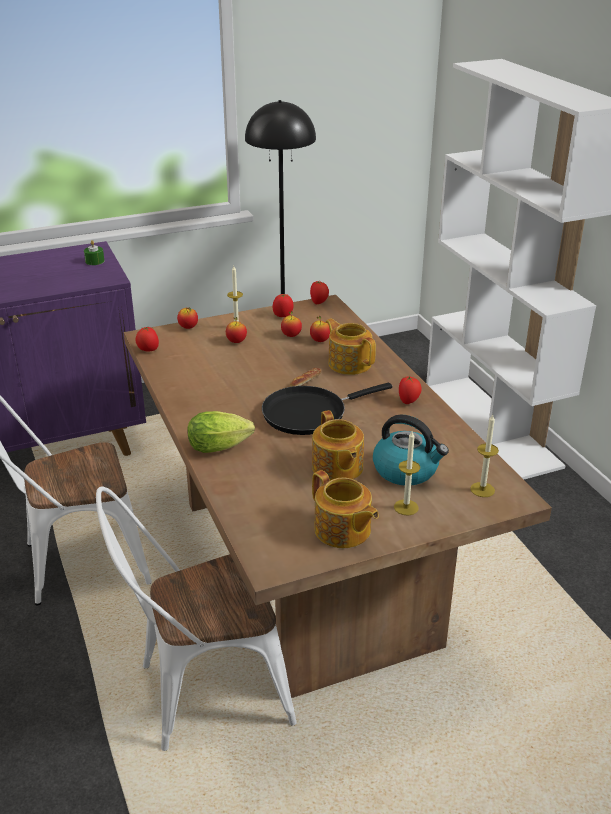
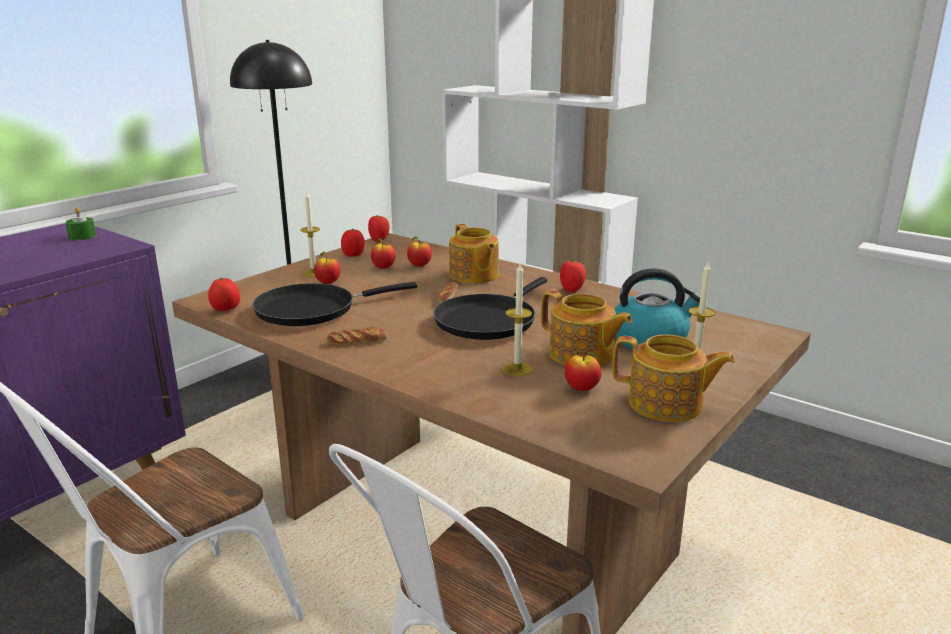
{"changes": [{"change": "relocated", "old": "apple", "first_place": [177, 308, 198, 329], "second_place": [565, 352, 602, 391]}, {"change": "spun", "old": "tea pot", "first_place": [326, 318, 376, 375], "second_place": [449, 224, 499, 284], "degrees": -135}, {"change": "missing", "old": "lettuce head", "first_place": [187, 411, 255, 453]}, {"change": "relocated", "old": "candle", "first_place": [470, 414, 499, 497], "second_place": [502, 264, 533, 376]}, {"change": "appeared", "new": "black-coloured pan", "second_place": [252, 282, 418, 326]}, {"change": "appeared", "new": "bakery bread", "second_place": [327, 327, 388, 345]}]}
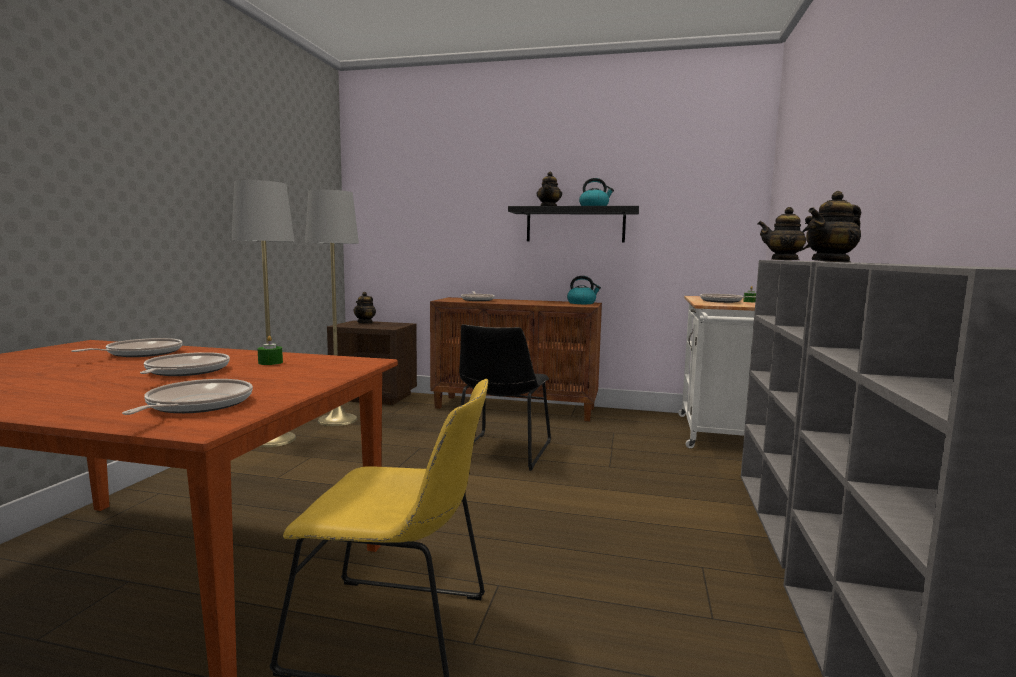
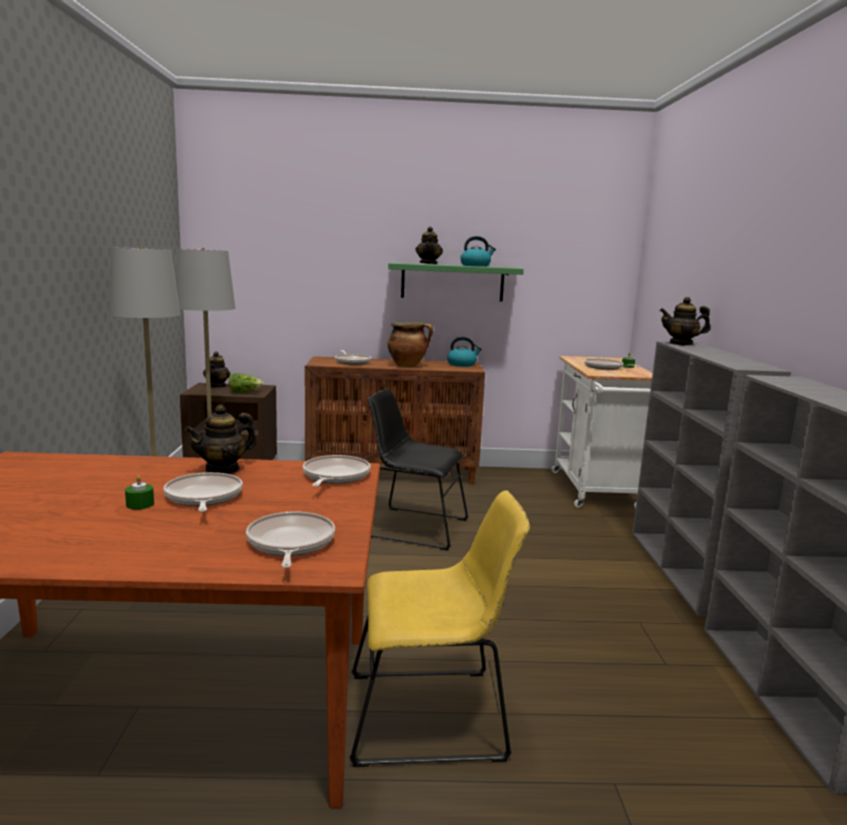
{"changes": [{"change": "relocated", "old": "tea pot", "first_place": [806, 191, 861, 262], "second_place": [184, 405, 257, 474]}, {"change": "colour", "old": "black-coloured bracket shelf", "new": "green-coloured bracket shelf", "first_place": [508, 206, 639, 243], "second_place": [388, 263, 524, 302]}, {"change": "spun", "old": "black-coloured upright chair", "first_place": [459, 324, 551, 471], "second_place": [367, 388, 469, 551], "degrees": 105}, {"change": "relocated", "old": "green-coloured candle", "first_place": [258, 336, 283, 365], "second_place": [125, 475, 154, 510]}, {"change": "relocated", "old": "pan", "first_place": [71, 338, 183, 357], "second_place": [303, 455, 371, 487]}, {"change": "appeared", "new": "stockpot", "second_place": [388, 322, 433, 367]}, {"change": "appeared", "new": "lettuce head", "second_place": [229, 373, 264, 393]}]}
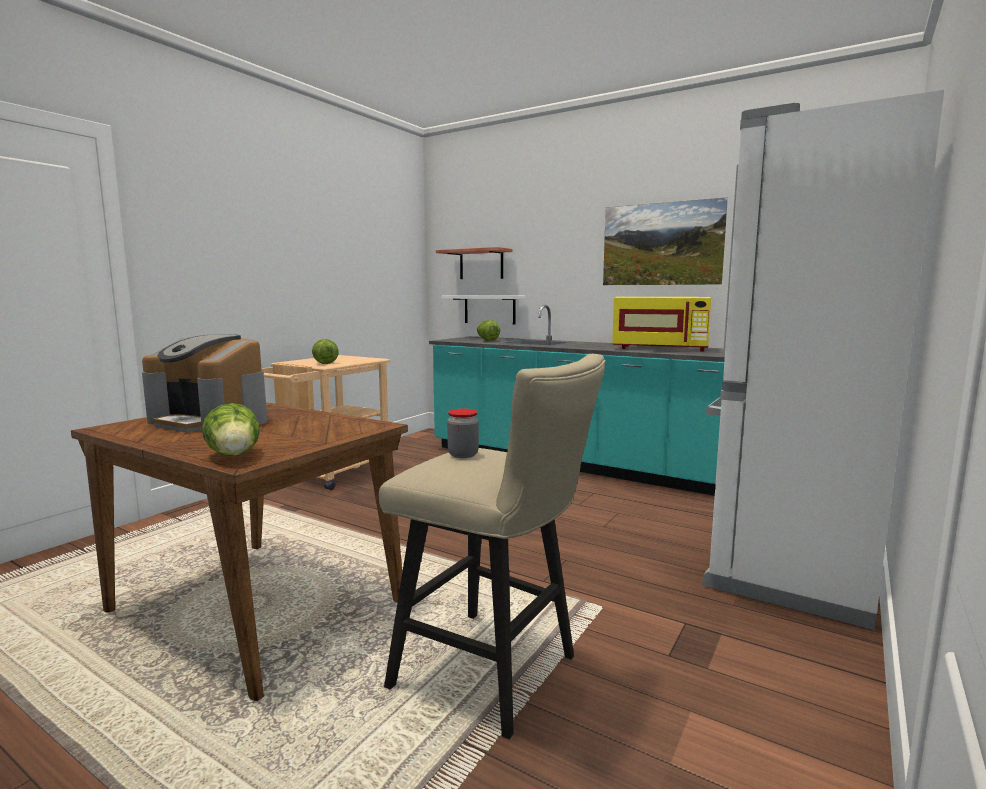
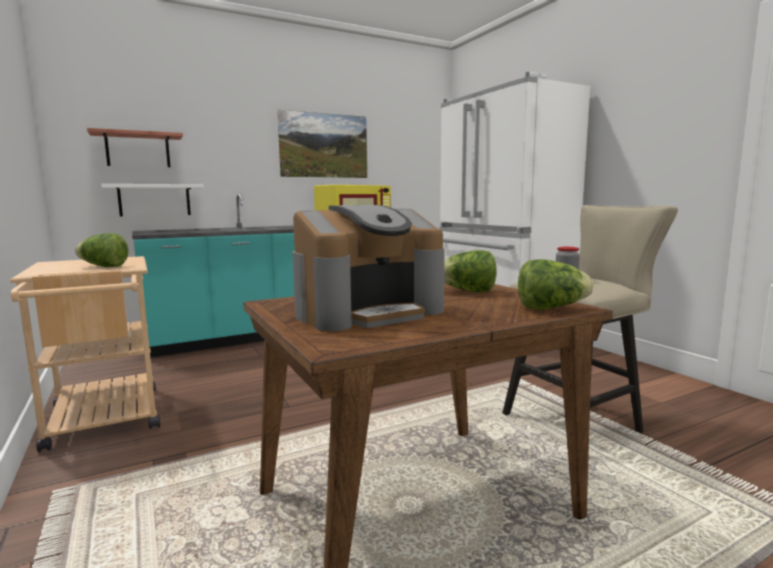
{"changes": [{"change": "relocated", "old": "lettuce head", "first_place": [477, 320, 500, 341], "second_place": [444, 250, 497, 292]}]}
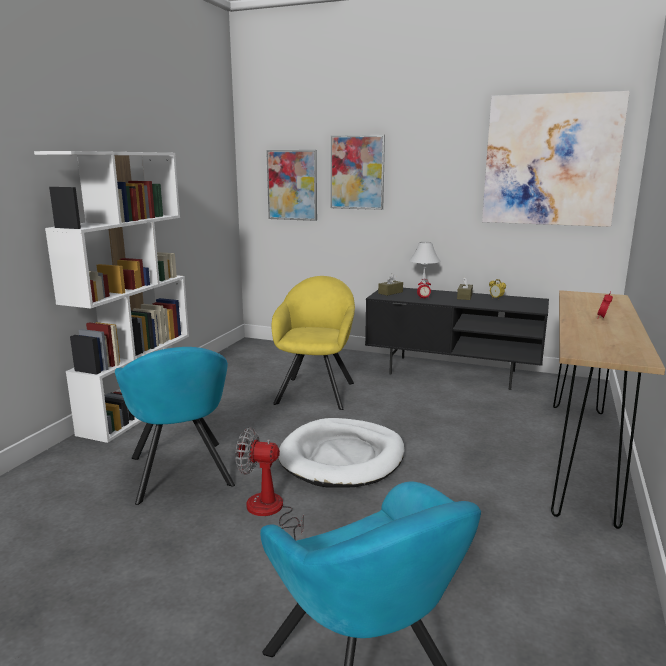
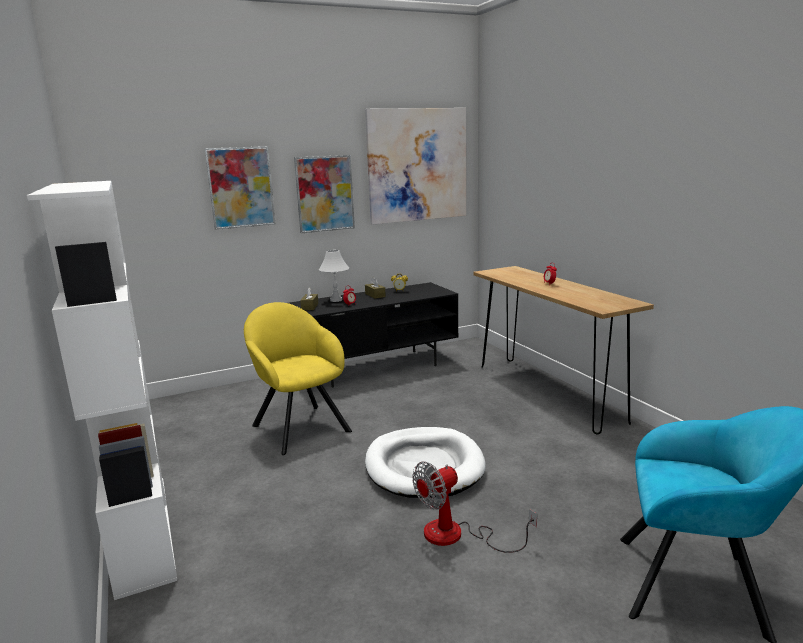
{"changes": [{"change": "relocated", "old": "wall art", "first_place": [266, 150, 317, 221], "second_place": [294, 155, 355, 233]}, {"change": "missing", "old": "turquoise-coloured armchair", "first_place": [115, 347, 235, 505]}]}
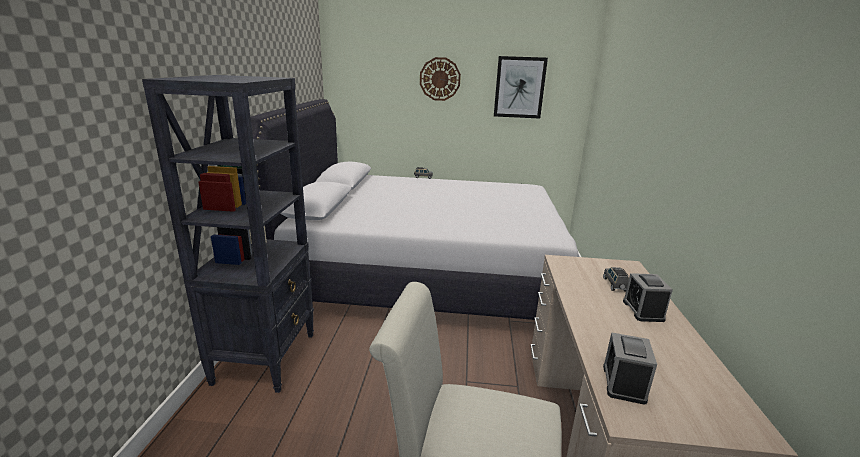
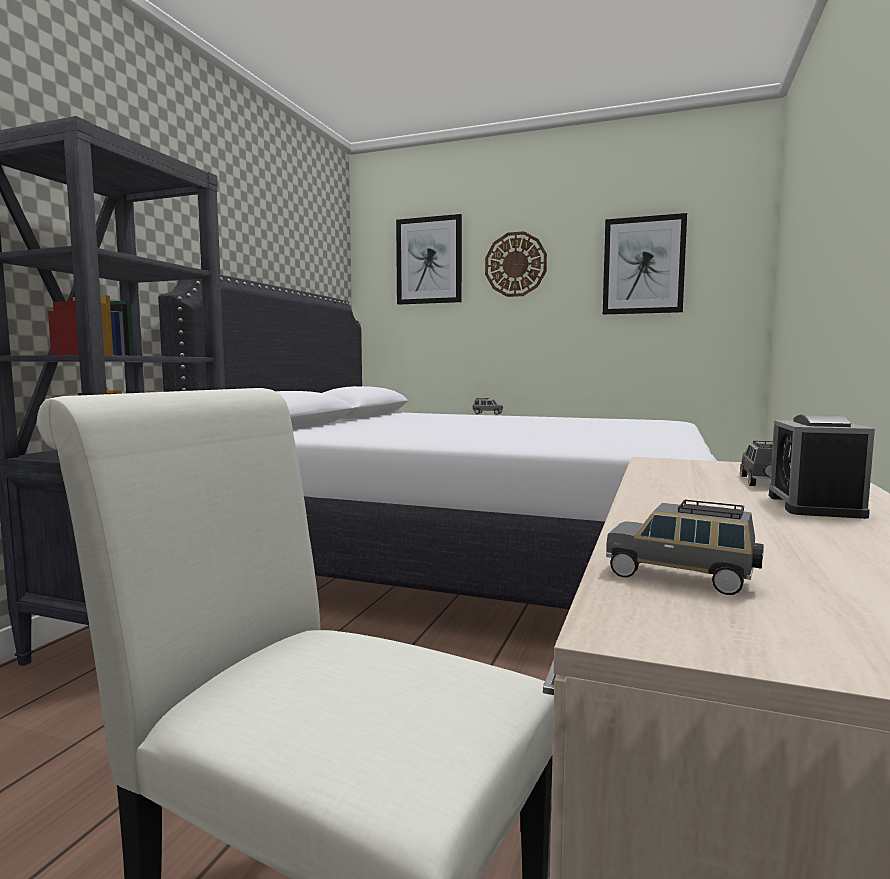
{"changes": [{"change": "exchanged", "old": "bedside clock", "new": "greyish toy car", "first_place": [603, 332, 657, 405], "second_place": [606, 500, 764, 595]}, {"change": "appeared", "new": "wall art", "second_place": [396, 214, 462, 304]}]}
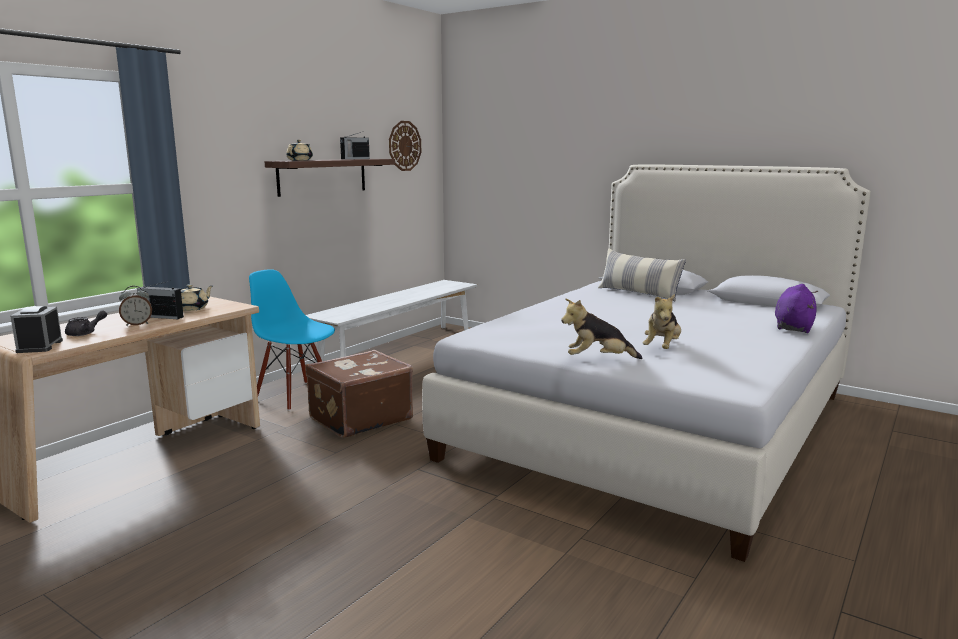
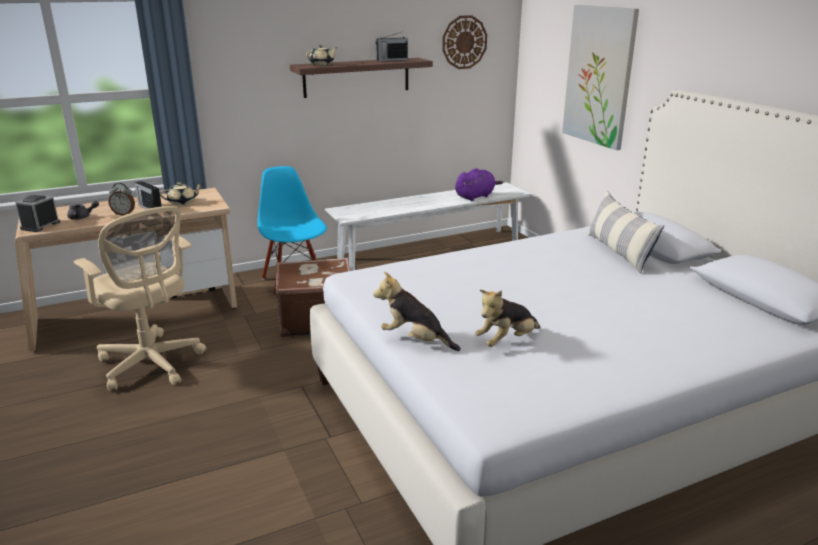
{"changes": [{"change": "relocated", "old": "purple cuddly toy", "first_place": [775, 284, 818, 333], "second_place": [455, 168, 503, 201]}, {"change": "appeared", "new": "wall art", "second_place": [562, 5, 639, 150]}, {"change": "appeared", "new": "sand-coloured office chair", "second_place": [74, 206, 206, 391]}]}
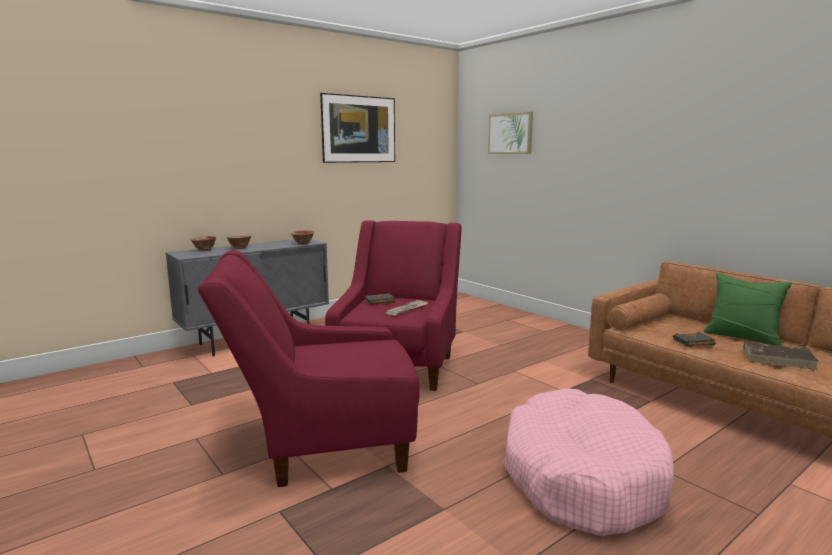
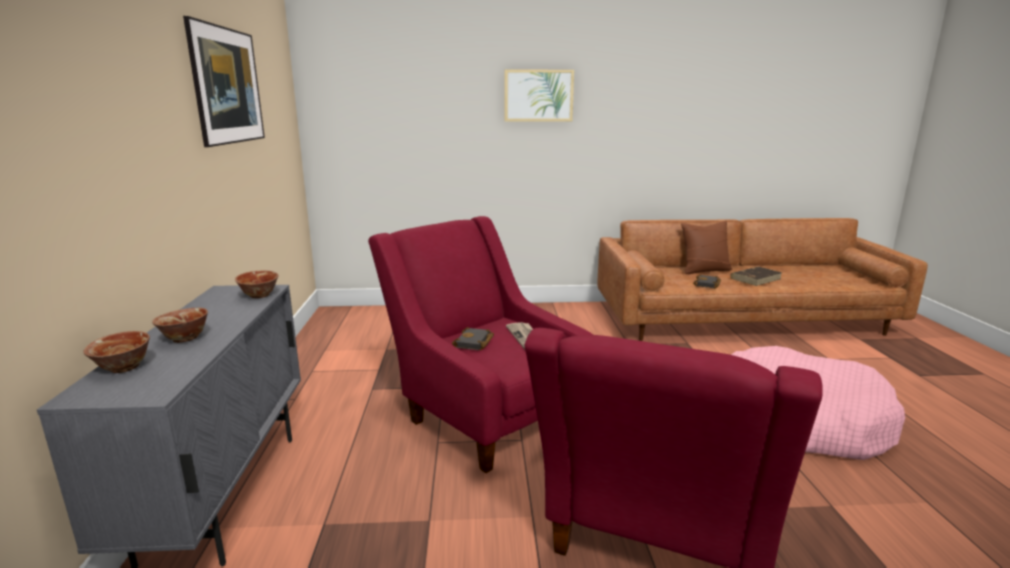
{"changes": [{"change": "relocated", "old": "wall art", "first_place": [488, 112, 533, 154], "second_place": [505, 69, 574, 122]}, {"change": "colour", "old": "green-coloured throw pillow", "new": "brown throw pillow", "first_place": [704, 273, 792, 346], "second_place": [681, 221, 732, 274]}]}
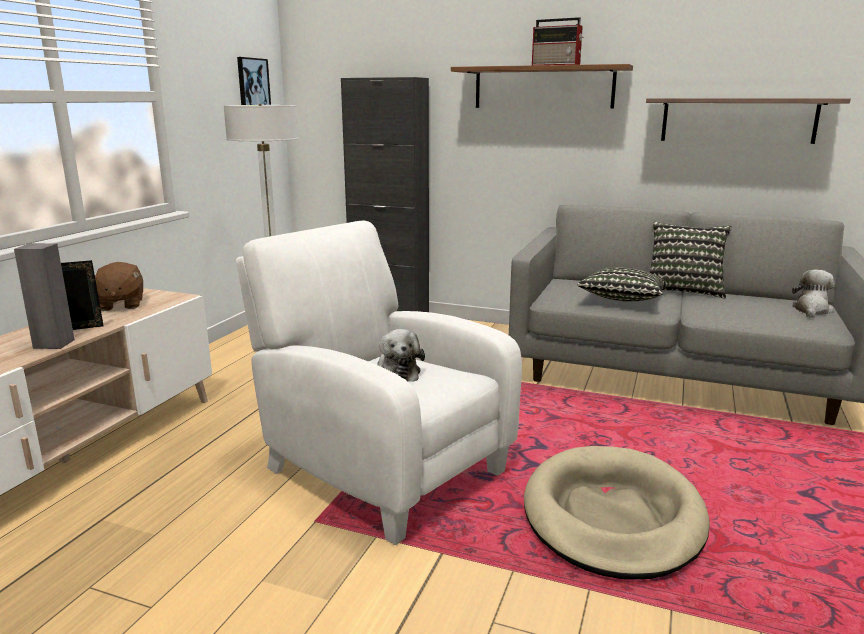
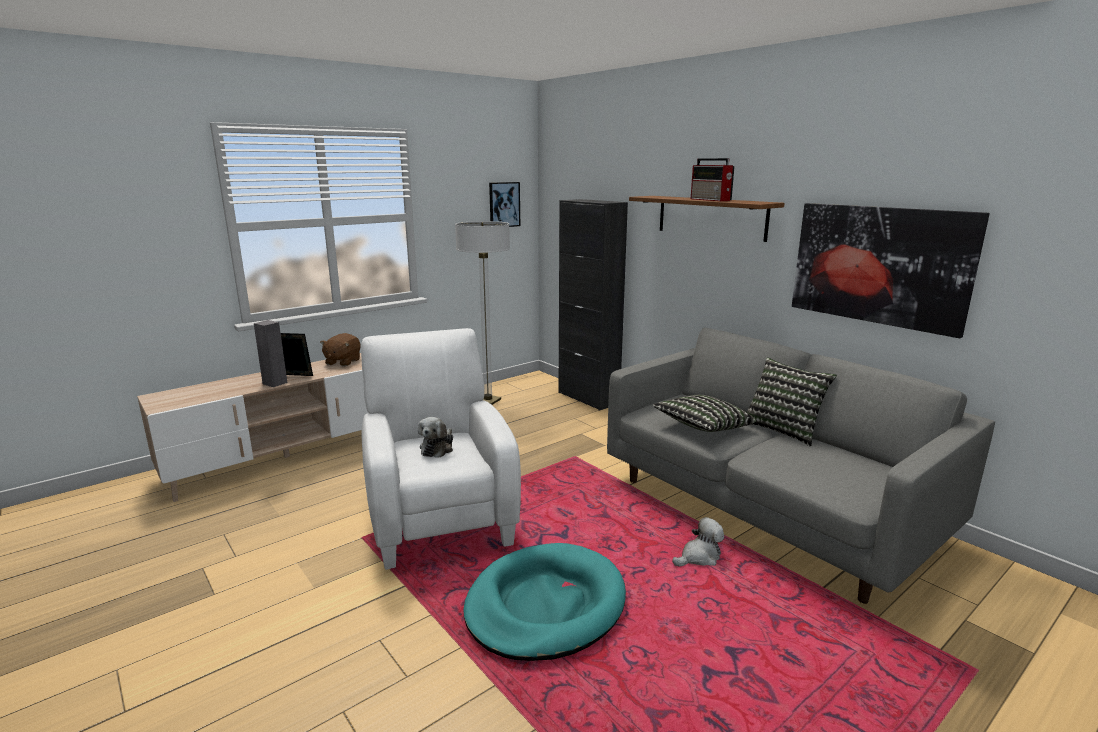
{"changes": [{"change": "exchanged", "old": "bracket shelf", "new": "wall art", "first_place": [646, 98, 851, 144], "second_place": [792, 203, 990, 338]}, {"change": "relocated", "old": "cuddly toy", "first_place": [792, 269, 835, 318], "second_place": [672, 517, 724, 567]}, {"change": "colour", "old": "sand-coloured dog bed", "new": "turquoise-coloured dog bed", "first_place": [524, 446, 710, 579], "second_place": [464, 543, 626, 661]}]}
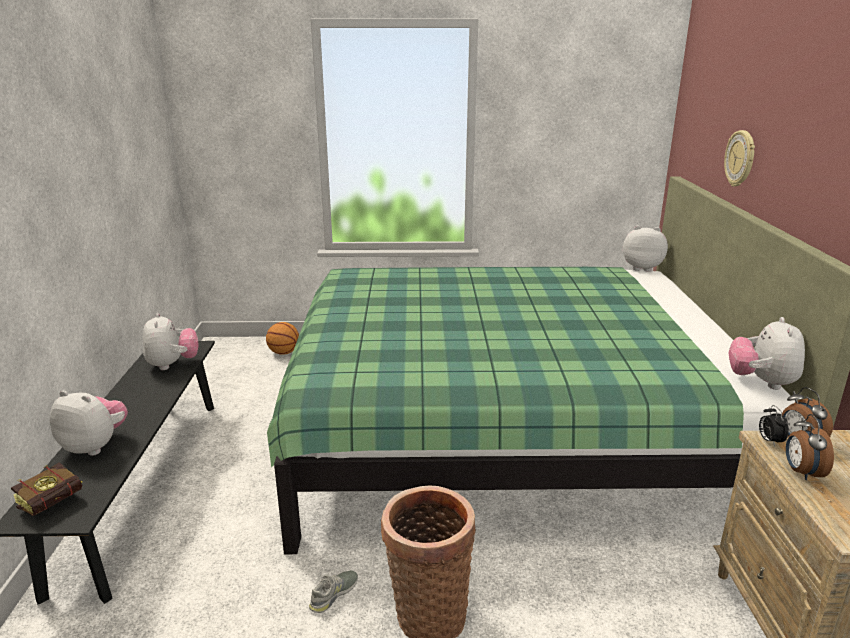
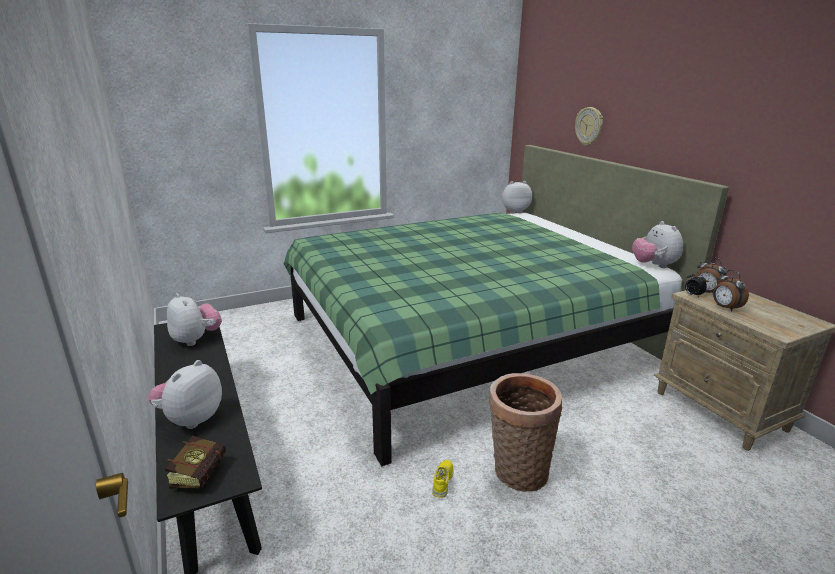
{"changes": [{"change": "missing", "old": "basketball", "first_place": [266, 322, 299, 355]}, {"change": "spun", "old": "cuddly toy", "first_place": [49, 390, 128, 456], "second_place": [148, 360, 222, 429], "degrees": -60}, {"change": "colour", "old": "greyish item of footwear", "new": "yellow item of footwear", "first_place": [309, 570, 358, 613], "second_place": [432, 460, 454, 498]}]}
